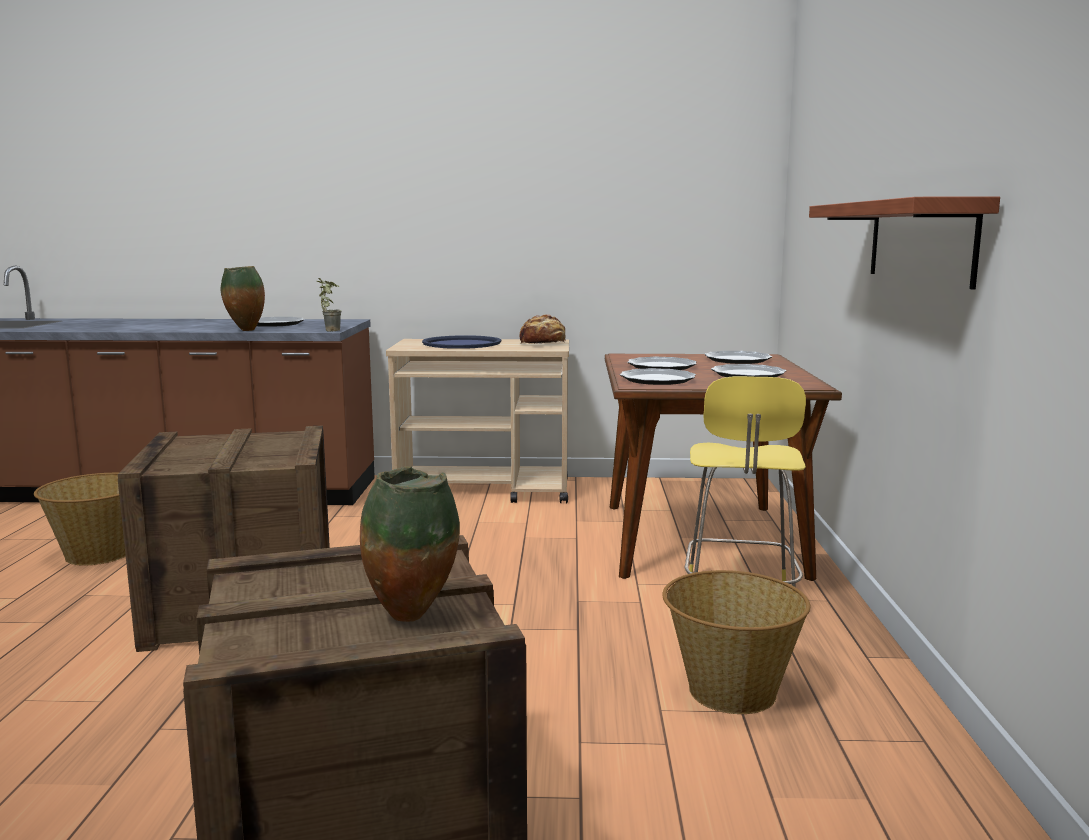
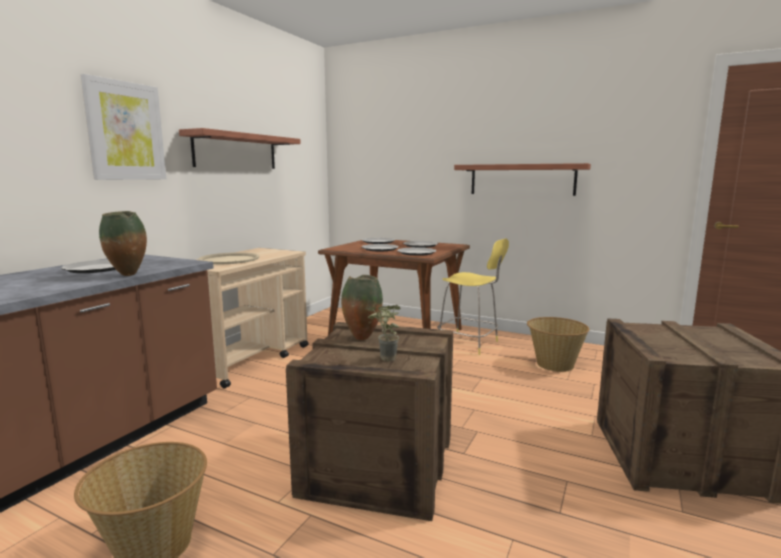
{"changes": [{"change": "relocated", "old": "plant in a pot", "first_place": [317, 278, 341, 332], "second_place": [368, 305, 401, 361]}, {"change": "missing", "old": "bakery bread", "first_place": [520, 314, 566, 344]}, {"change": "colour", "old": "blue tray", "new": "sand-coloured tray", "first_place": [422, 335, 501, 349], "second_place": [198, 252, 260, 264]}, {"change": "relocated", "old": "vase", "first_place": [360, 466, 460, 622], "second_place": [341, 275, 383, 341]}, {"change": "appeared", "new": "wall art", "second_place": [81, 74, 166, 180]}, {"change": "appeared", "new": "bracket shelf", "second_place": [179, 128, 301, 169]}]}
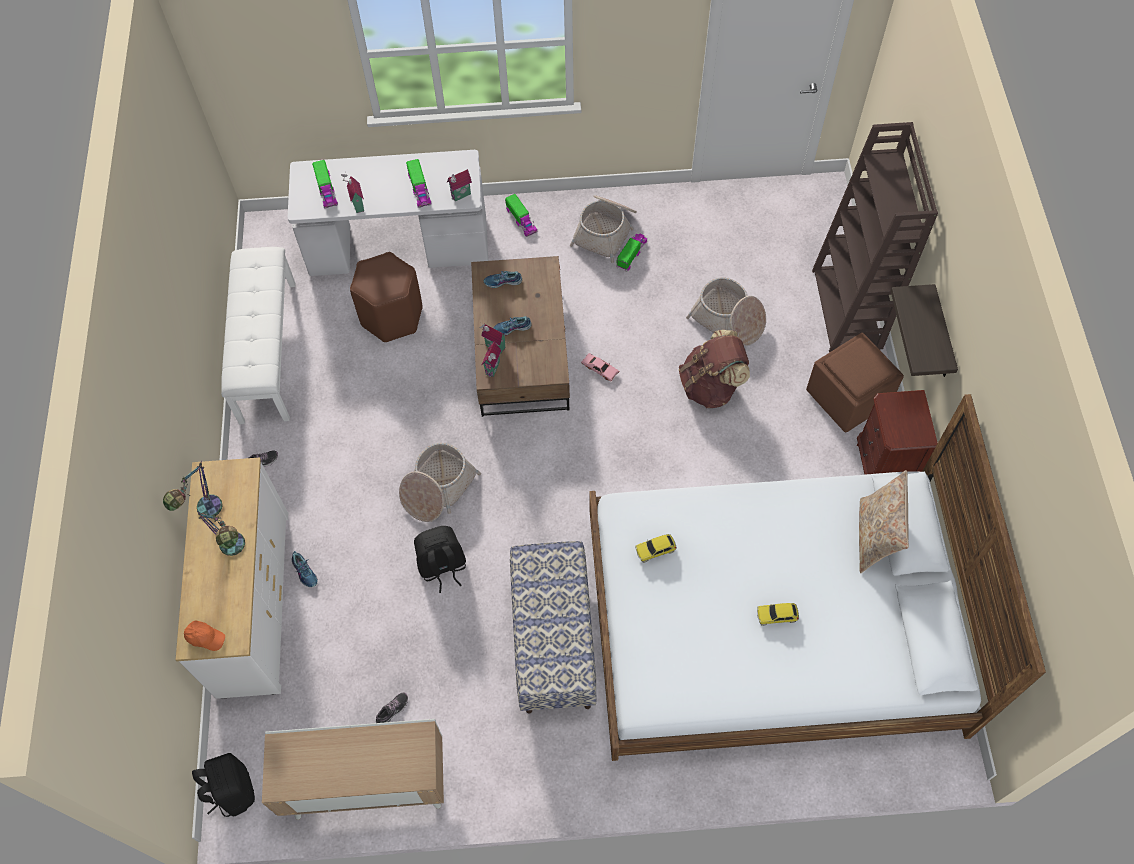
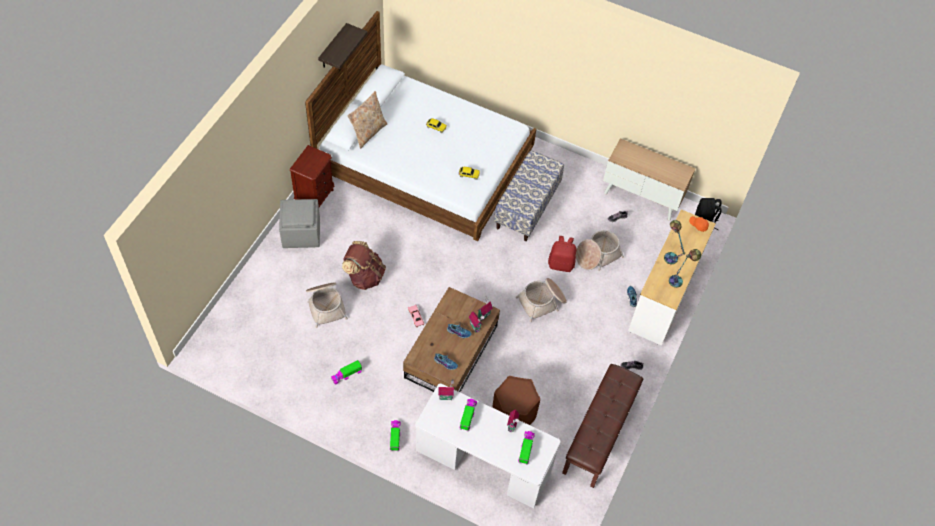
{"changes": [{"change": "missing", "old": "brown bookshelf", "first_place": [812, 122, 938, 353]}, {"change": "relocated", "old": "household basket", "first_place": [570, 195, 637, 263], "second_place": [576, 230, 624, 271]}, {"change": "colour", "old": "whitish long seat", "new": "brown long seat", "first_place": [221, 247, 295, 424], "second_place": [562, 364, 643, 488]}, {"change": "relocated", "old": "bracket shelf", "first_place": [891, 284, 958, 377], "second_place": [318, 23, 367, 69]}, {"change": "colour", "old": "brown pouffe", "new": "greyish pouffe", "first_place": [806, 333, 904, 432], "second_place": [279, 199, 320, 248]}, {"change": "colour", "old": "black-coloured backpack", "new": "red-coloured backpack", "first_place": [414, 526, 466, 593], "second_place": [548, 236, 576, 272]}]}
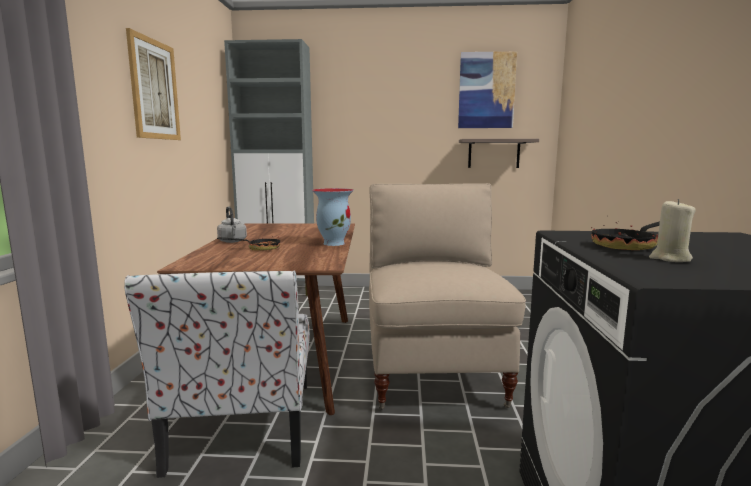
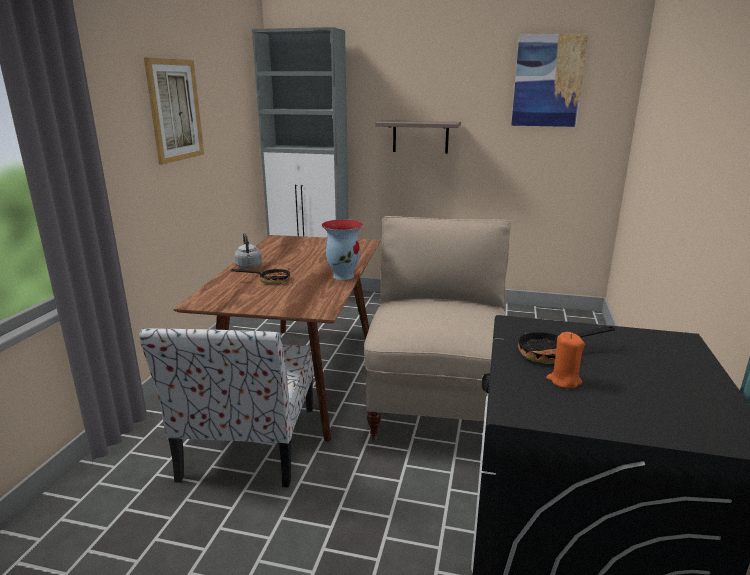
{"changes": [{"change": "relocated", "old": "bracket shelf", "first_place": [459, 139, 539, 168], "second_place": [375, 120, 461, 154]}, {"change": "colour", "old": "sand-coloured candle", "new": "orange-coloured candle", "first_place": [649, 199, 696, 262], "second_place": [546, 332, 585, 388]}]}
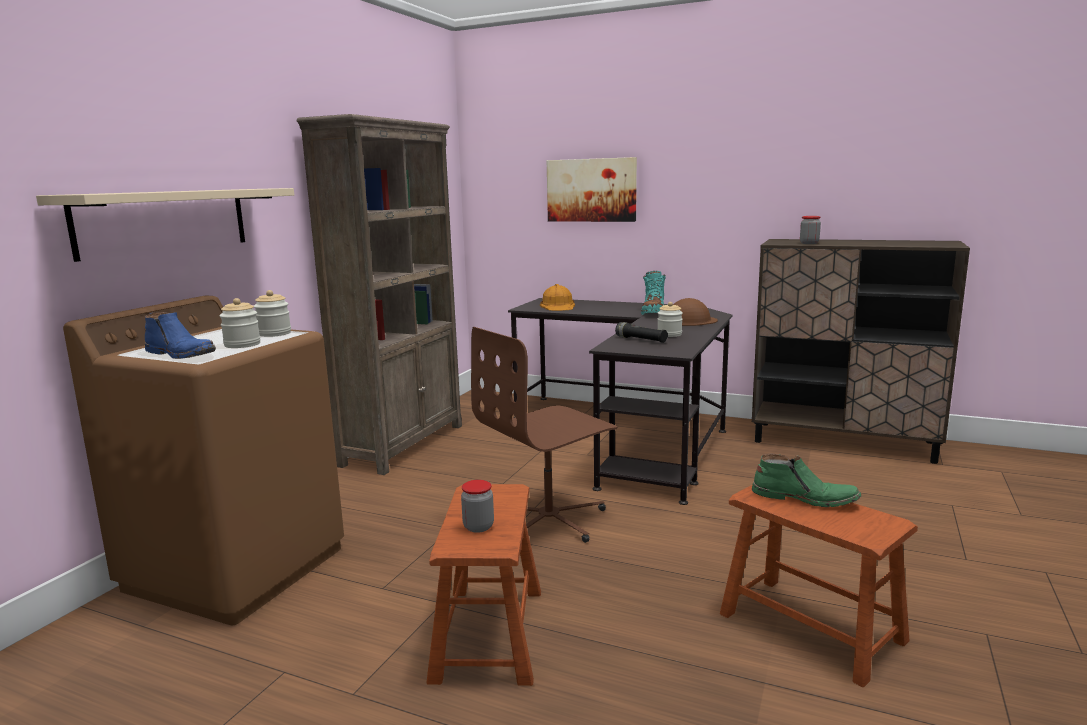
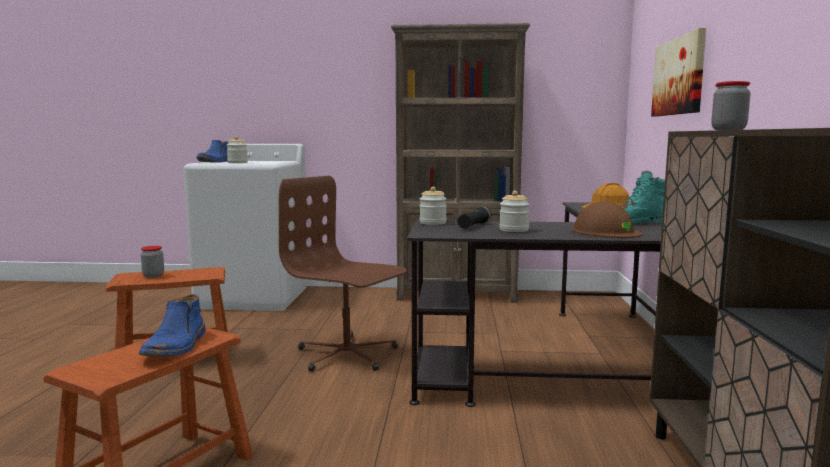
{"changes": [{"change": "missing", "old": "sand-coloured bracket shelf", "first_place": [36, 188, 294, 262]}, {"change": "relocated", "old": "jar", "first_place": [254, 290, 291, 337], "second_place": [420, 186, 447, 225]}, {"change": "colour", "old": "brown washing machine", "new": "whitish washing machine", "first_place": [63, 295, 344, 625], "second_place": [183, 144, 309, 311]}, {"change": "colour", "old": "green-coloured tall boot", "new": "blue tall boot", "first_place": [752, 454, 861, 507], "second_place": [139, 294, 206, 356]}]}
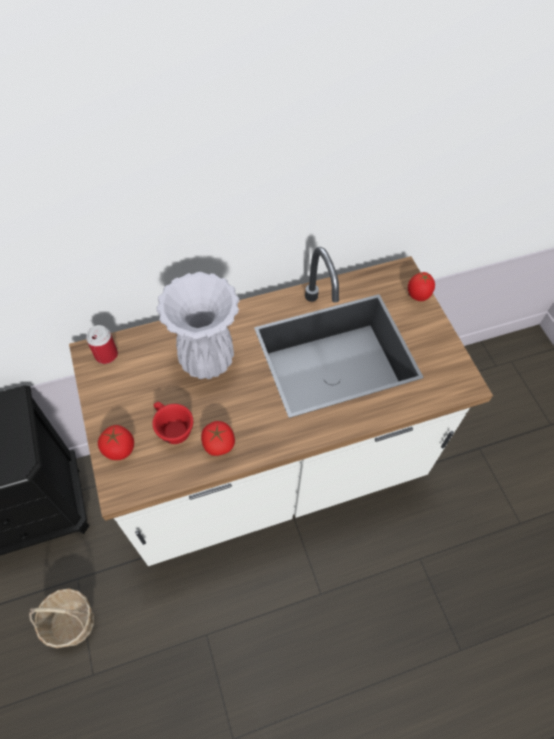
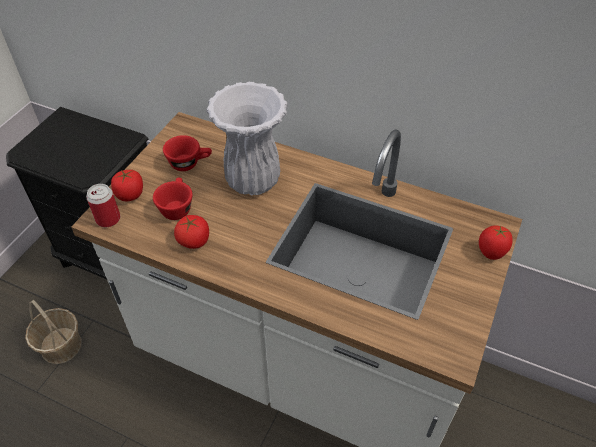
{"changes": [{"change": "relocated", "old": "sealed can", "first_place": [86, 325, 118, 364], "second_place": [86, 184, 120, 227]}, {"change": "appeared", "new": "red-coloured cup", "second_place": [163, 135, 212, 171]}]}
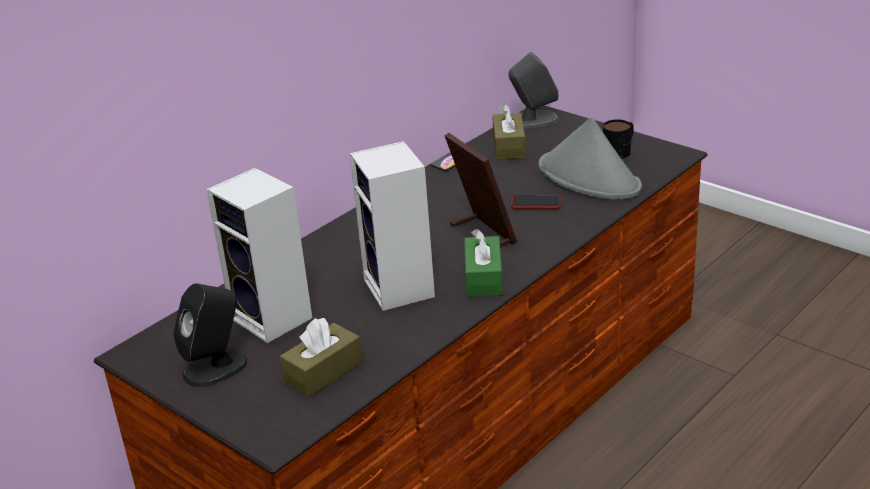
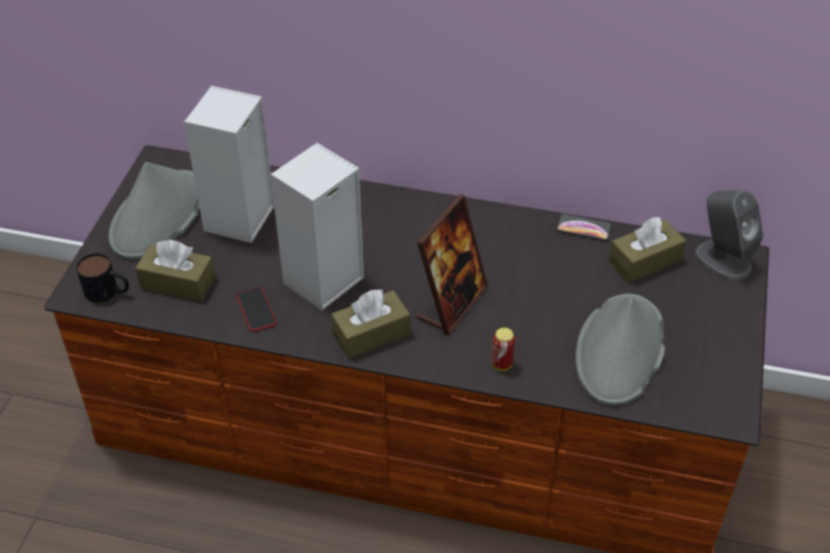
{"changes": [{"change": "relocated", "old": "mug", "first_place": [603, 119, 634, 159], "second_place": [76, 253, 129, 302]}, {"change": "relocated", "old": "phone", "first_place": [511, 195, 561, 209], "second_place": [236, 287, 277, 332]}, {"change": "colour", "old": "green-coloured box of tissues", "new": "brown box of tissues", "first_place": [464, 229, 503, 297], "second_place": [331, 289, 410, 358]}, {"change": "exchanged", "old": "black-coloured speaker", "new": "greyish hat", "first_place": [173, 283, 247, 387], "second_place": [108, 162, 200, 260]}, {"change": "appeared", "new": "sealed can", "second_place": [492, 328, 515, 371]}]}
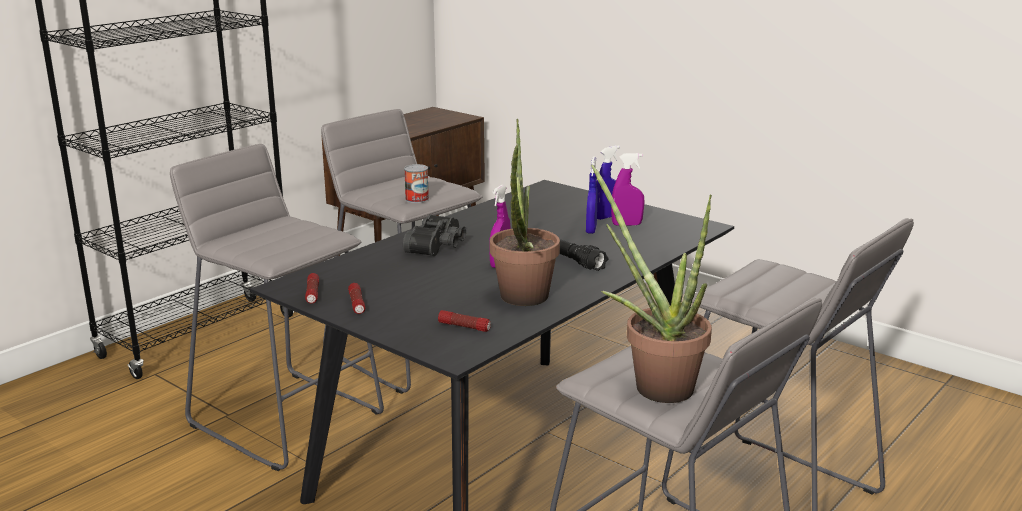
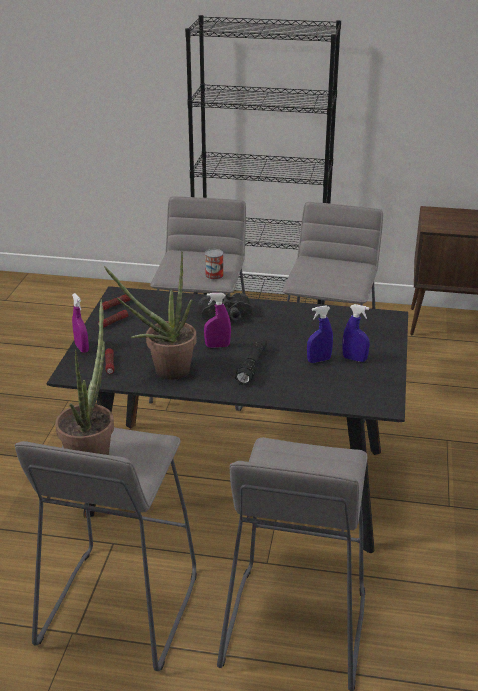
{"changes": [{"change": "relocated", "old": "purple hand sprayer", "first_place": [611, 153, 645, 226], "second_place": [72, 293, 89, 353]}, {"change": "relocated", "old": "sealed can", "first_place": [404, 164, 429, 203], "second_place": [205, 249, 224, 280]}]}
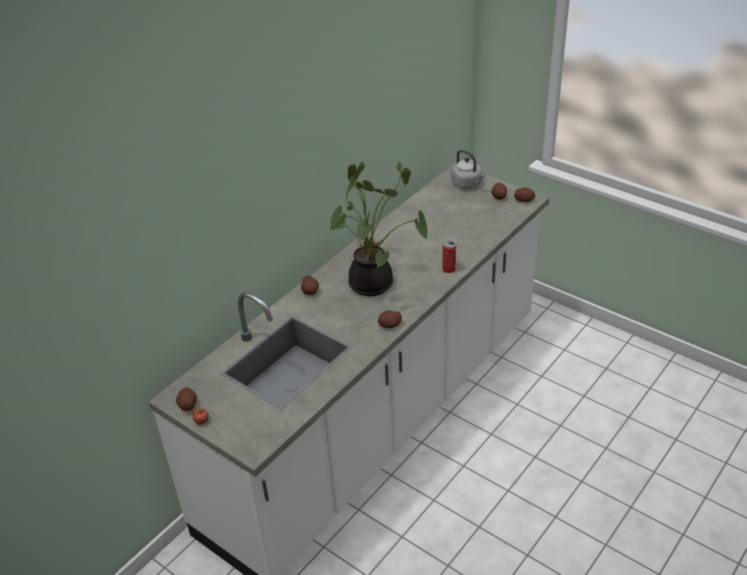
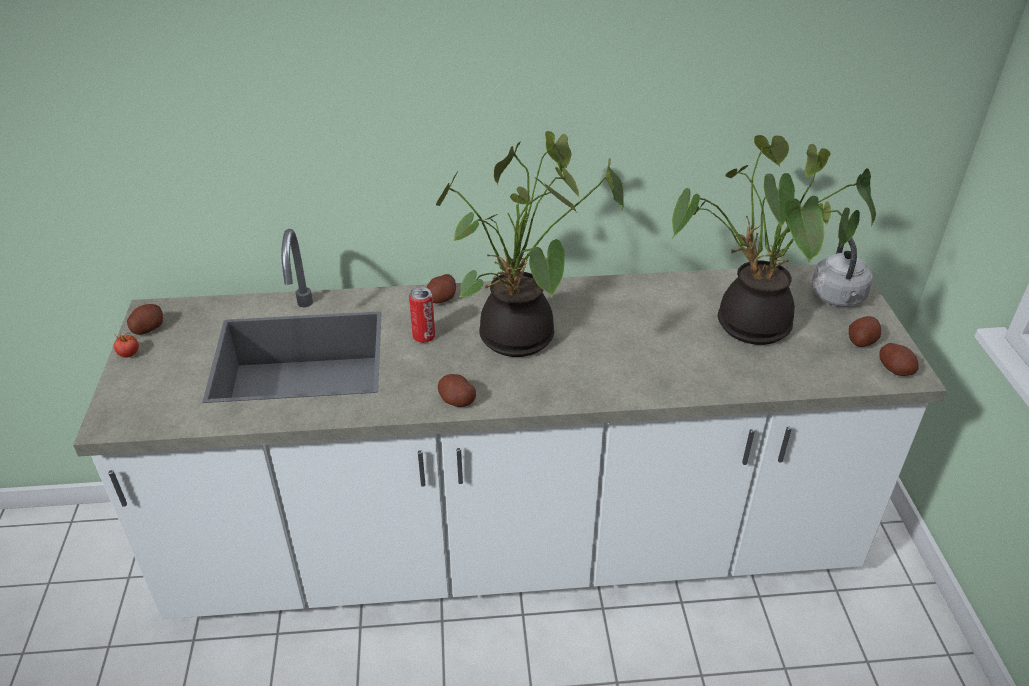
{"changes": [{"change": "relocated", "old": "sealed can", "first_place": [442, 240, 456, 273], "second_place": [409, 287, 435, 343]}, {"change": "appeared", "new": "plant in a pot", "second_place": [672, 135, 876, 345]}]}
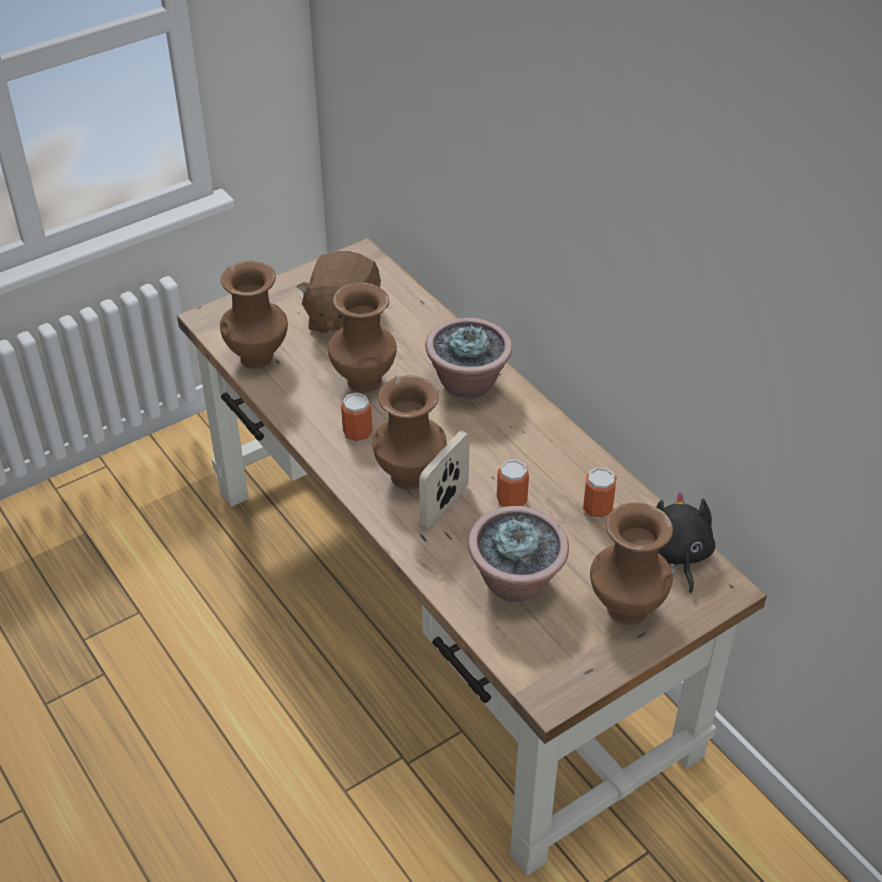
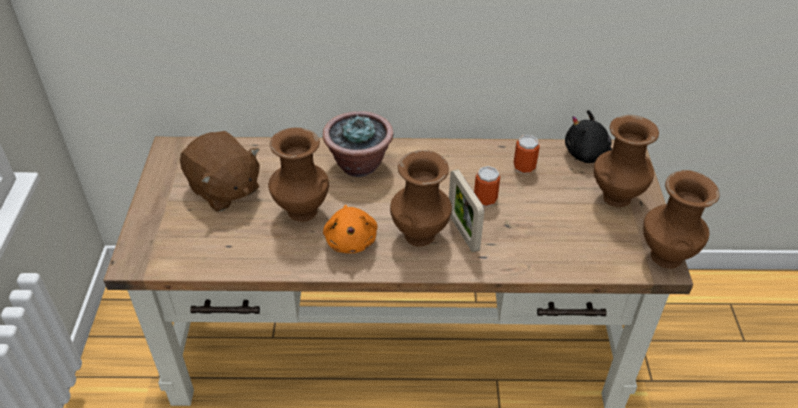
{"changes": [{"change": "relocated", "old": "brown vase", "first_place": [220, 260, 288, 369], "second_place": [643, 170, 719, 268]}, {"change": "exchanged", "old": "sealed can", "new": "orange-coloured cuddly toy", "first_place": [341, 393, 372, 442], "second_place": [323, 205, 378, 253]}, {"change": "missing", "old": "plant in a pot", "first_place": [468, 506, 569, 602]}]}
